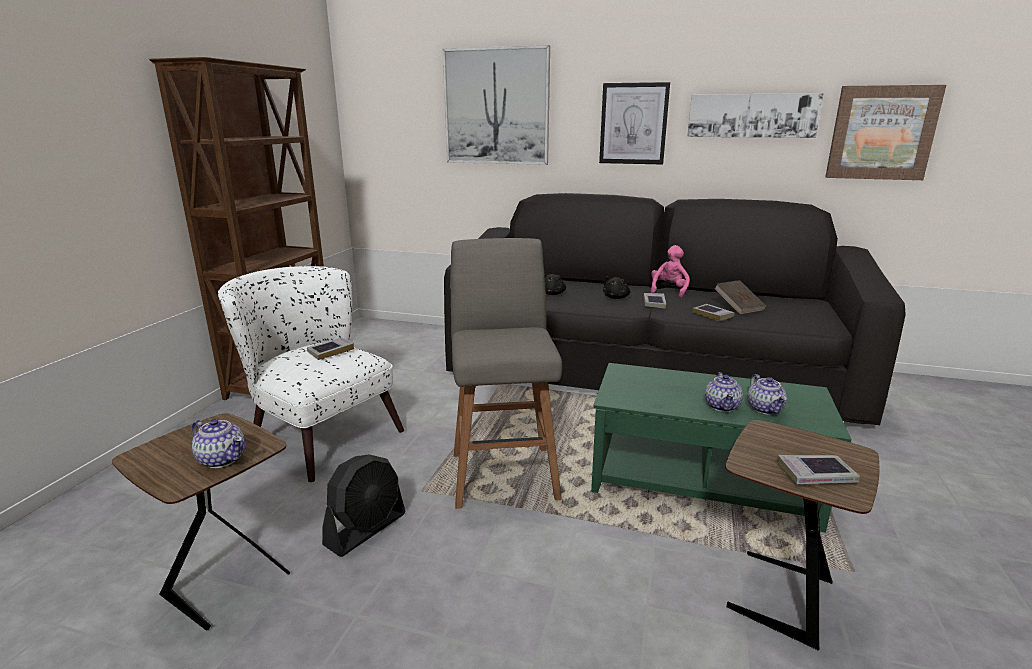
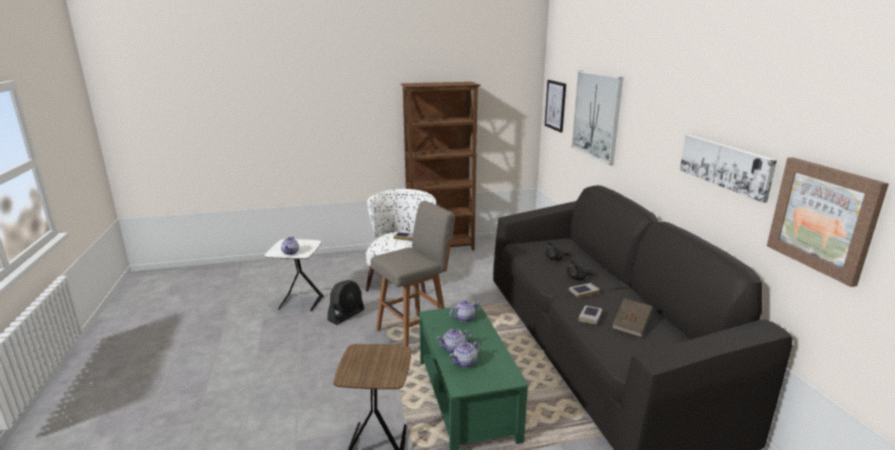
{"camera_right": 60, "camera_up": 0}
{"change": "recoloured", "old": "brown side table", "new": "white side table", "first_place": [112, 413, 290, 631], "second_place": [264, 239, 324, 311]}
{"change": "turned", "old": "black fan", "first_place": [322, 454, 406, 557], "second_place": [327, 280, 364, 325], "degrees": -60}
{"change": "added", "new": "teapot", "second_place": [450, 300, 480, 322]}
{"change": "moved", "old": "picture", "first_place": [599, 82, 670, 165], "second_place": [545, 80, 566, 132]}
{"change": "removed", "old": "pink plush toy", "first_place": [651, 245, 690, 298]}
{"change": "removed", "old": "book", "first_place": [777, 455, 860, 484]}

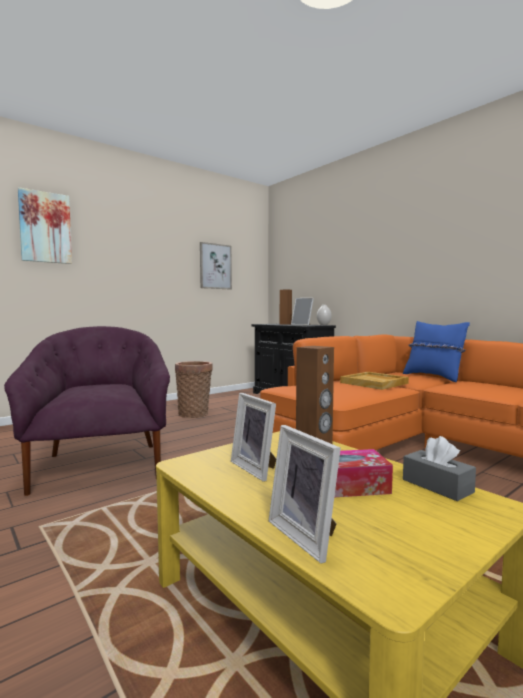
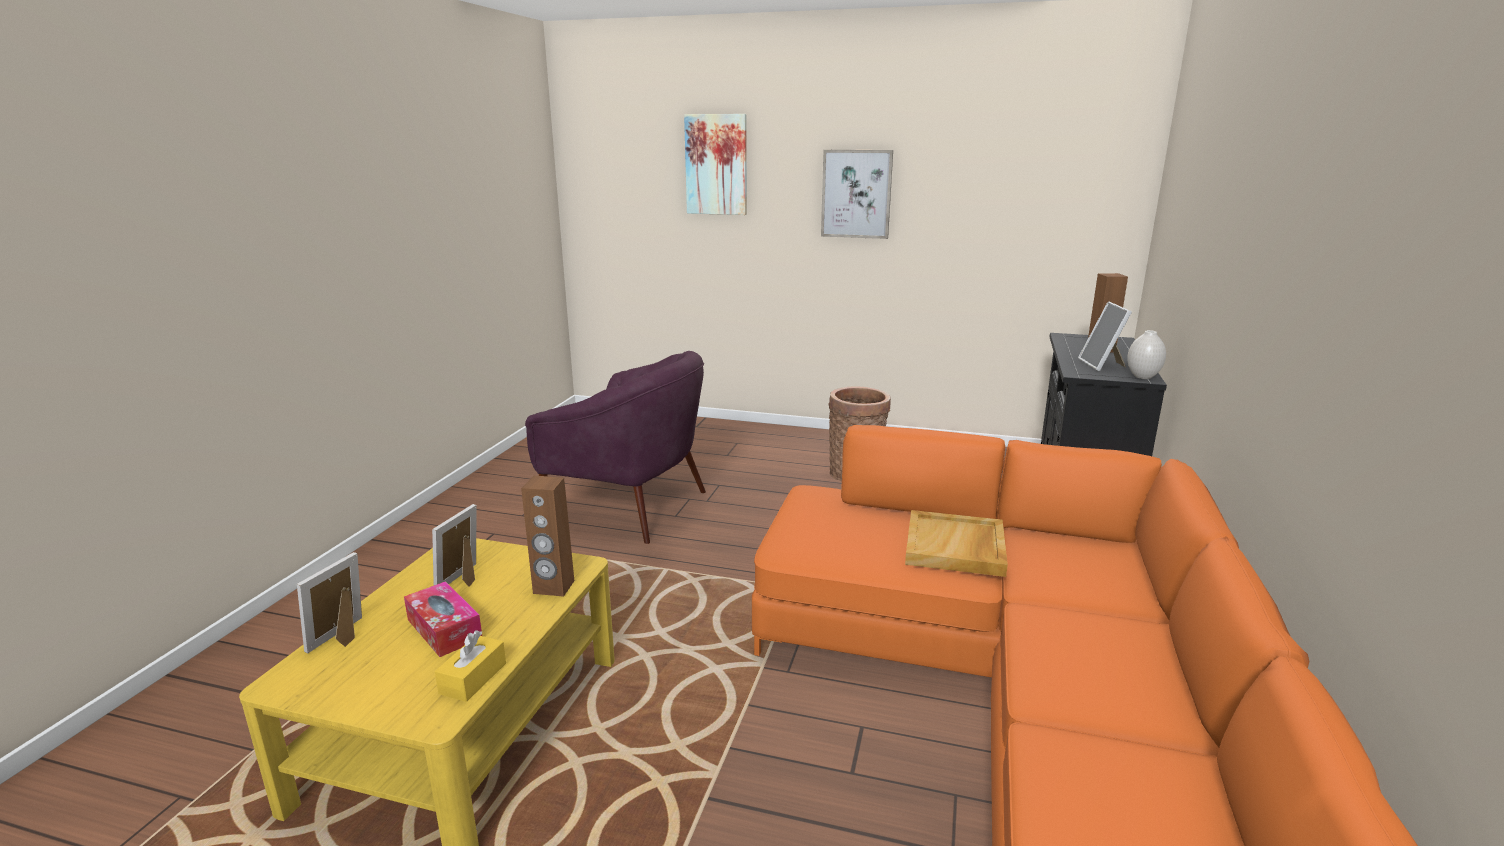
{"camera_right": 55, "camera_up": 15}
{"change": "recoloured", "old": "grey tissue box", "new": "yellow tissue box", "first_place": [403, 436, 476, 501], "second_place": [435, 630, 506, 702]}
{"change": "turned", "old": "purple armchair", "first_place": [4, 326, 170, 496], "second_place": [525, 351, 706, 544], "degrees": 75}
{"change": "moved", "old": "picture", "first_place": [200, 242, 232, 289], "second_place": [821, 150, 893, 239]}
{"change": "removed", "old": "blue pillow", "first_place": [403, 321, 470, 382]}

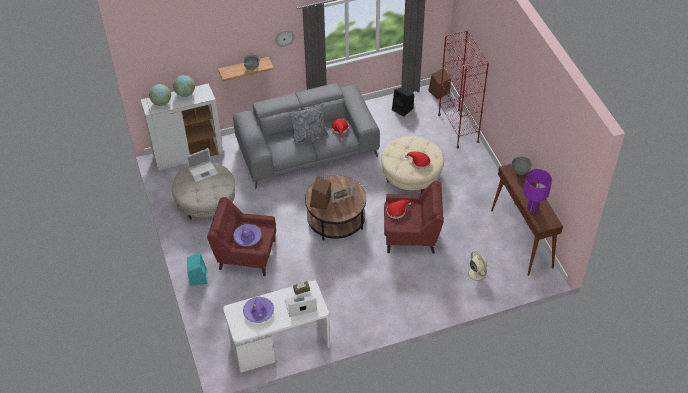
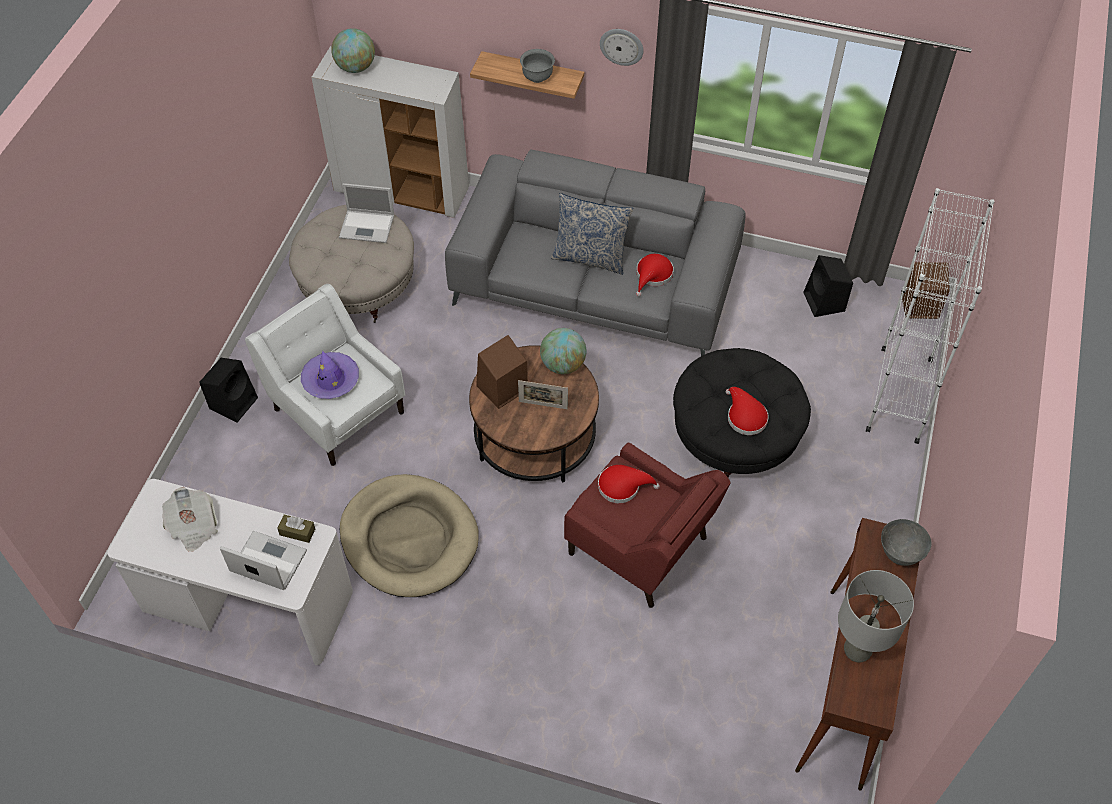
{"camera_right": 35, "camera_up": 5}
{"change": "replaced", "old": "purple hat", "new": "newspaper", "first_place": [243, 297, 274, 323], "second_place": [162, 487, 218, 552]}
{"change": "recoloured", "old": "turquoise speaker", "new": "black speaker", "first_place": [187, 252, 208, 286], "second_place": [199, 358, 258, 422]}
{"change": "recoloured", "old": "red armchair", "new": "white armchair", "first_place": [207, 197, 276, 276], "second_place": [245, 284, 406, 466]}
{"change": "added", "new": "beige dog bed", "second_place": [340, 474, 479, 597]}
{"change": "moved", "old": "globe", "first_place": [173, 75, 195, 97], "second_place": [540, 328, 586, 374]}
{"change": "recoloured", "old": "beige ottoman", "new": "black ottoman", "first_place": [381, 136, 444, 192], "second_place": [673, 348, 811, 478]}
{"change": "recoloured", "old": "purple table lamp", "new": "grey table lamp", "first_place": [523, 169, 552, 213], "second_place": [838, 570, 914, 662]}
{"change": "recoloured", "old": "red bookcase", "new": "white bookcase", "first_place": [438, 30, 489, 149], "second_place": [866, 188, 995, 444]}
{"change": "removed", "old": "beige fan", "first_place": [463, 251, 490, 285]}

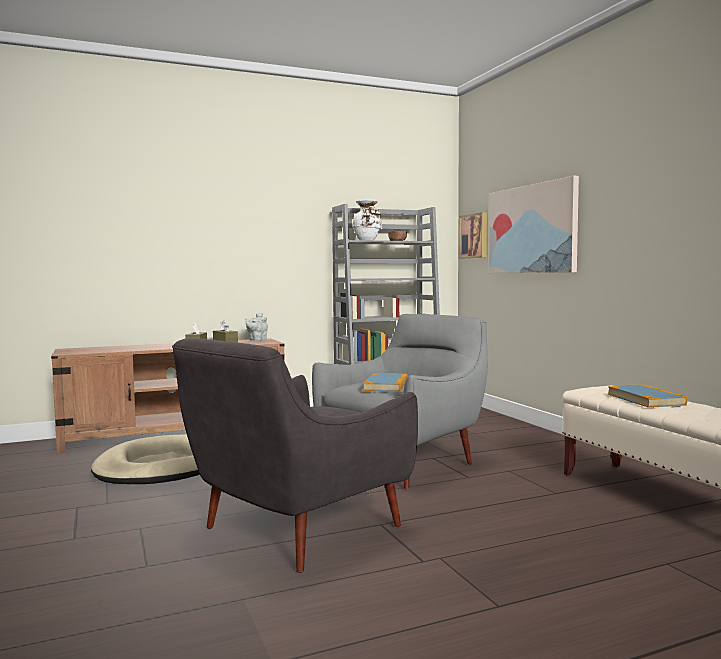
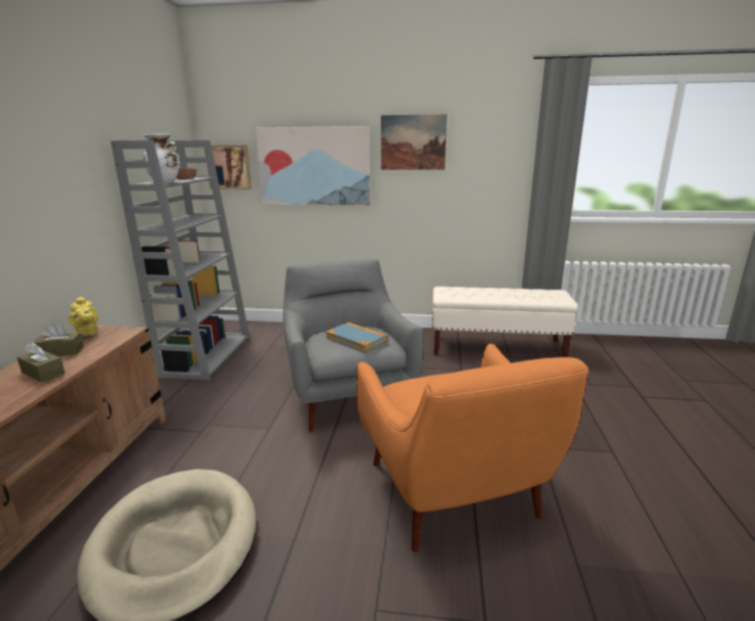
{"camera_right": -60, "camera_up": 15}
{"change": "recoloured", "old": "grey teapot", "new": "yellow teapot", "first_place": [246, 313, 268, 341], "second_place": [68, 296, 99, 336]}
{"change": "recoloured", "old": "grey armchair", "new": "orange armchair", "first_place": [172, 338, 418, 573], "second_place": [357, 344, 588, 552]}
{"change": "added", "new": "picture", "second_place": [381, 114, 447, 170]}
{"change": "removed", "old": "book", "first_place": [608, 384, 687, 408]}

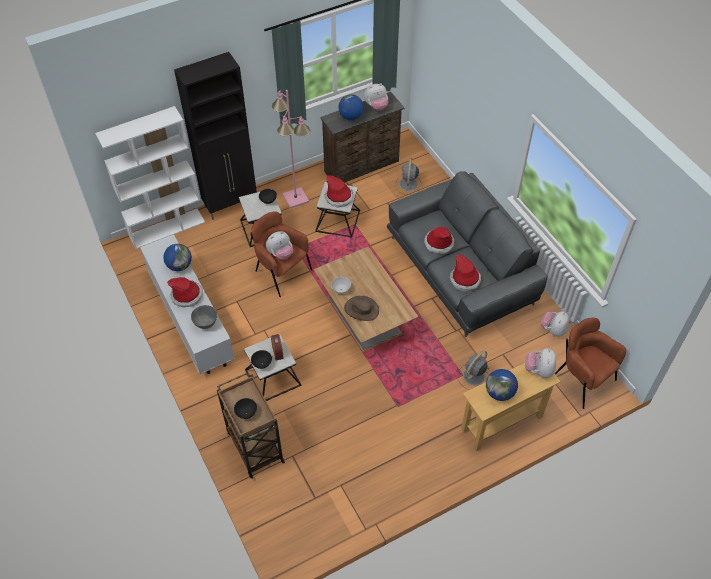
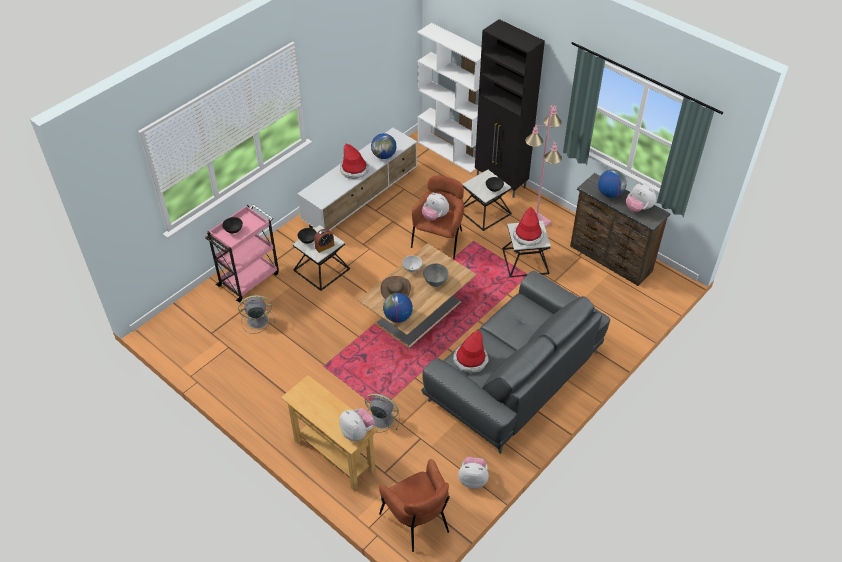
{"camera_right": 70, "camera_up": -5}
{"change": "recoloured", "old": "brown cart", "new": "pink cart", "first_place": [217, 372, 285, 479], "second_place": [205, 205, 279, 303]}
{"change": "moved", "old": "grey fan", "first_place": [395, 158, 422, 195], "second_place": [238, 295, 276, 334]}
{"change": "turned", "old": "plush toy", "first_place": [525, 348, 556, 378], "second_place": [339, 408, 375, 441], "degrees": 60}
{"change": "turned", "old": "brown armchair", "first_place": [555, 318, 627, 409], "second_place": [379, 459, 450, 552], "degrees": 120}
{"change": "moved", "old": "globe", "first_place": [486, 369, 518, 401], "second_place": [383, 293, 413, 323]}
{"change": "moved", "old": "grey bowl", "first_place": [191, 305, 217, 329], "second_place": [423, 263, 449, 287]}
{"change": "removed", "old": "hat", "first_place": [424, 227, 454, 254]}

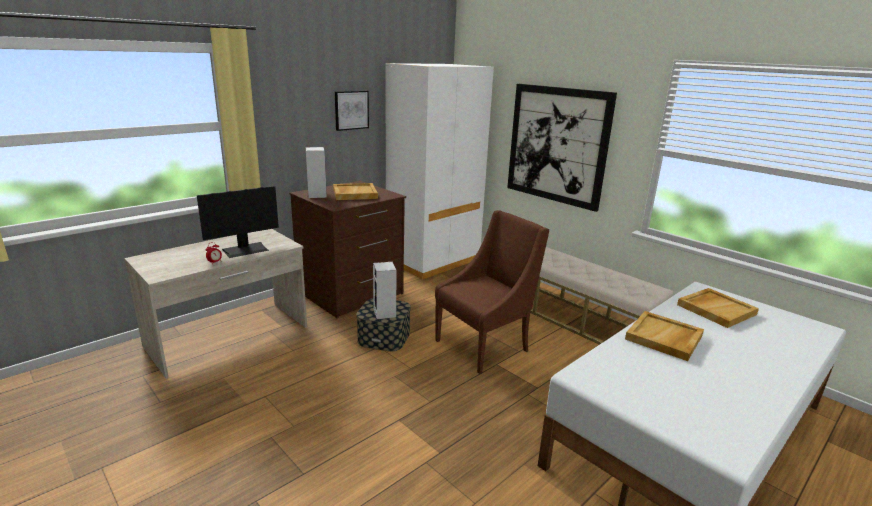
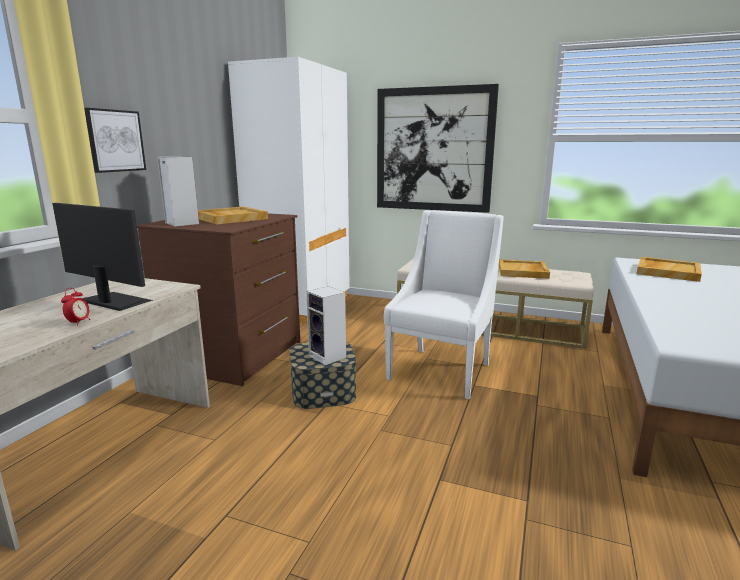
{"camera_right": -25, "camera_up": -5}
{"change": "turned", "old": "monitor", "first_place": [197, 186, 279, 258], "second_place": [52, 203, 153, 311], "degrees": -90}
{"change": "moved", "old": "picture", "first_place": [335, 91, 369, 131], "second_place": [84, 108, 146, 173]}
{"change": "recoloured", "old": "brown armchair", "new": "white armchair", "first_place": [435, 210, 549, 374], "second_place": [384, 210, 504, 400]}
{"change": "moved", "old": "beige tray", "first_place": [625, 311, 704, 361], "second_place": [499, 259, 550, 279]}

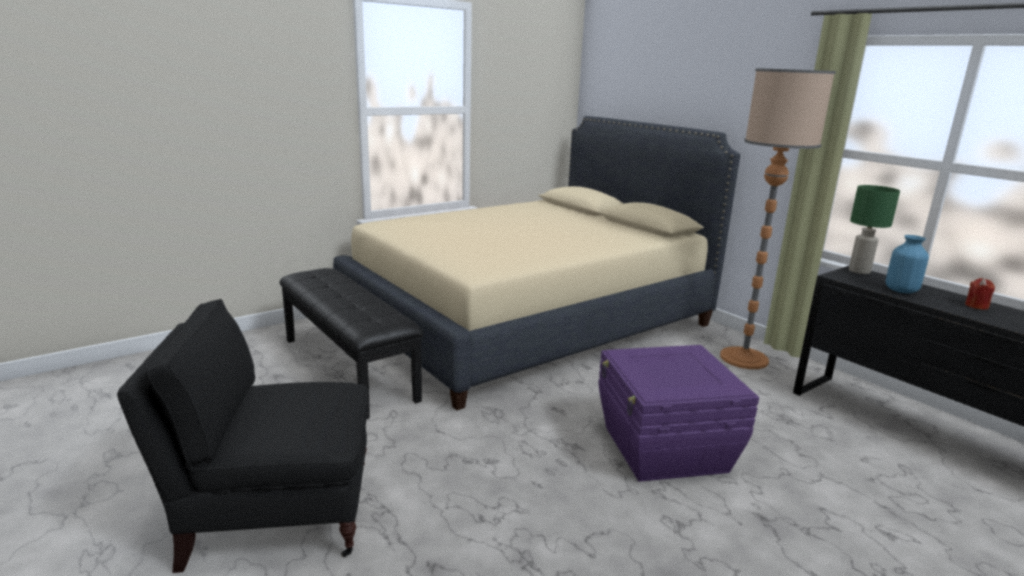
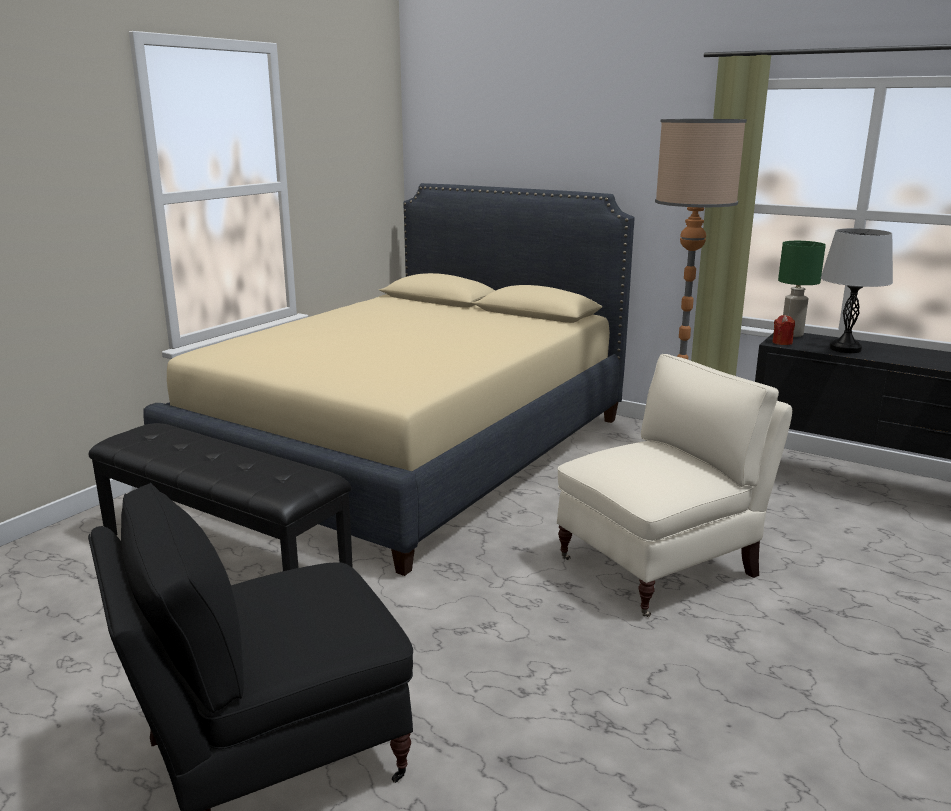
{"camera_right": -20, "camera_up": 0}
{"change": "replaced", "old": "purple storage box", "new": "beige armchair", "first_place": [599, 345, 759, 482], "second_place": [557, 354, 792, 617]}
{"change": "moved", "old": "red candle", "first_place": [965, 278, 995, 310], "second_place": [773, 315, 795, 345]}
{"change": "replaced", "old": "blue vase", "new": "grey table lamp", "first_place": [886, 235, 929, 293], "second_place": [821, 228, 893, 353]}

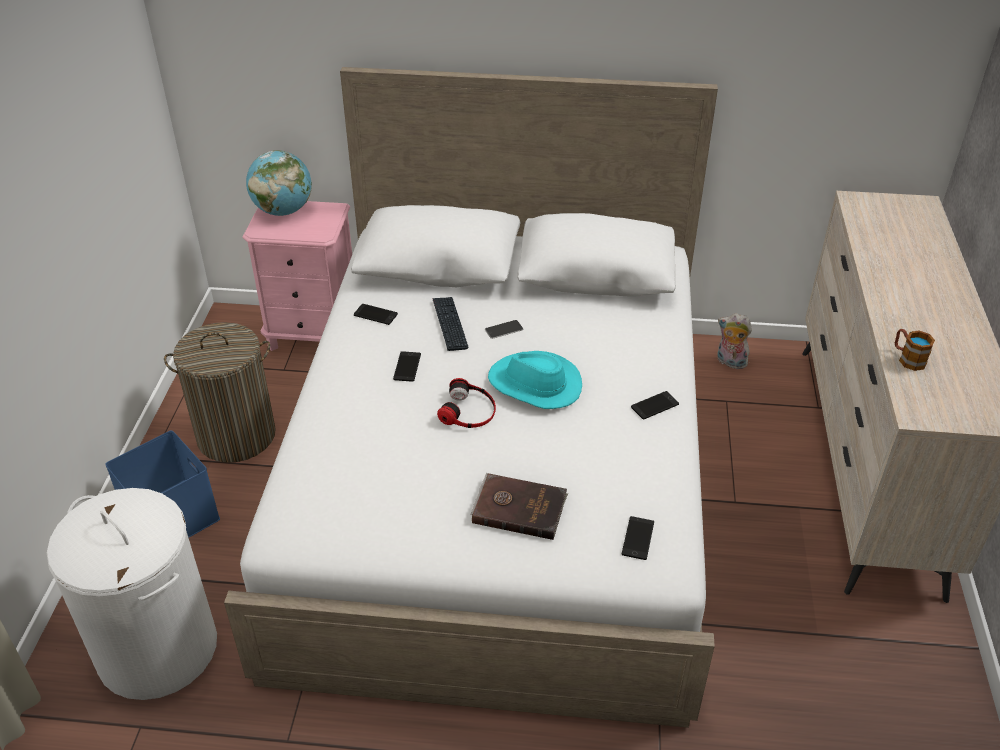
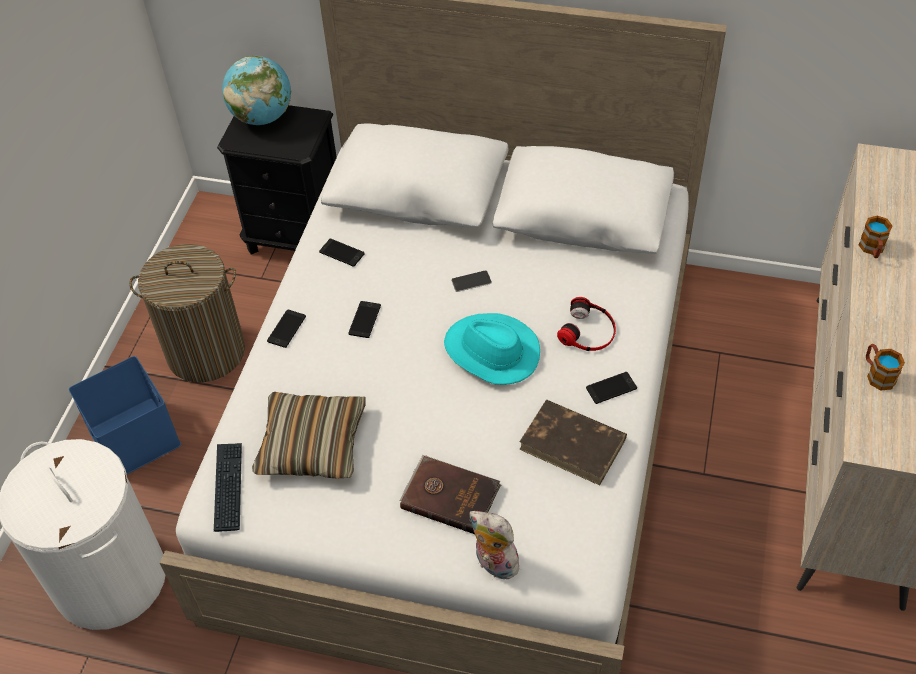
{"camera_right": 10, "camera_up": 10}
{"change": "moved", "old": "keyboard", "first_place": [432, 297, 469, 351], "second_place": [214, 443, 242, 532]}
{"change": "recoloured", "old": "pink nightstand", "new": "black nightstand", "first_place": [242, 201, 352, 351], "second_place": [217, 105, 337, 255]}
{"change": "added", "new": "pillow", "second_place": [252, 392, 366, 478]}
{"change": "moved", "old": "phone", "first_place": [622, 516, 654, 560], "second_place": [267, 310, 306, 348]}
{"change": "moved", "old": "plush toy", "first_place": [717, 313, 752, 369], "second_place": [470, 511, 519, 580]}
{"change": "added", "new": "brown book", "second_place": [519, 400, 627, 486]}
{"change": "moved", "old": "headphones", "first_place": [437, 378, 496, 428], "second_place": [557, 297, 616, 351]}
{"change": "added", "new": "mug", "second_place": [859, 216, 893, 258]}

